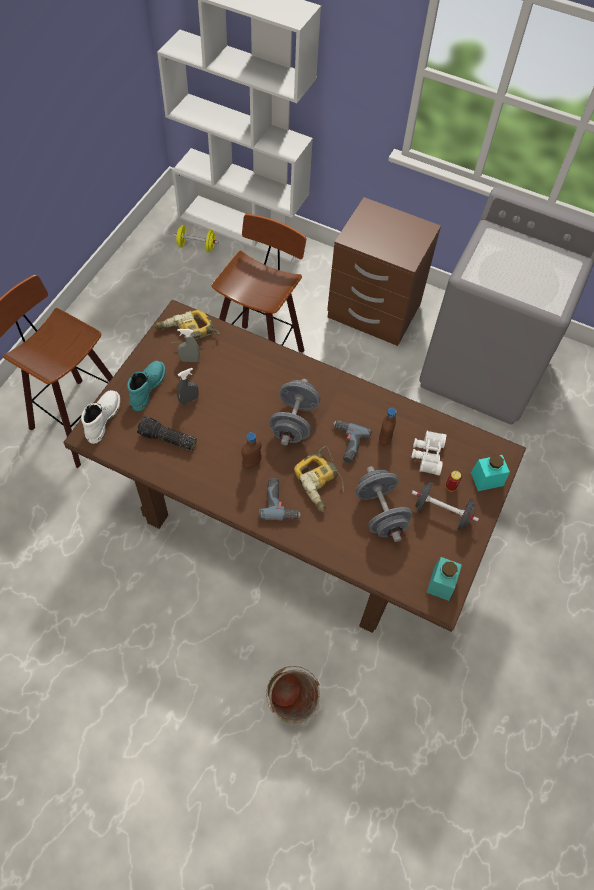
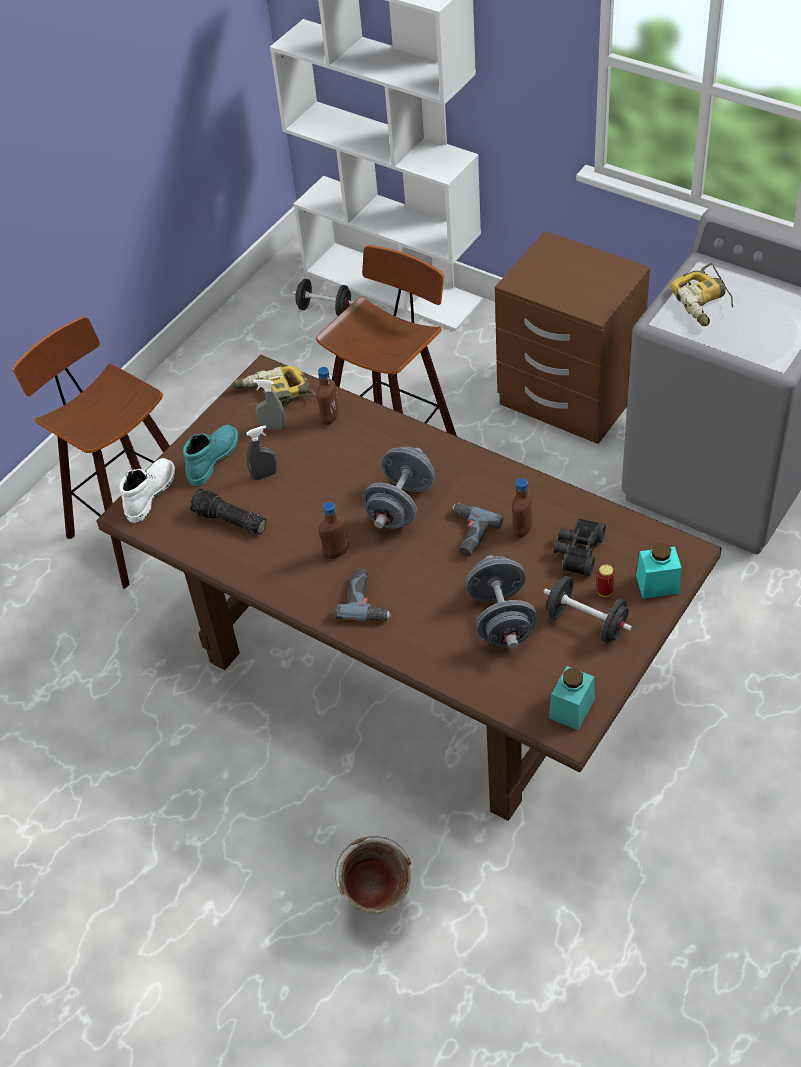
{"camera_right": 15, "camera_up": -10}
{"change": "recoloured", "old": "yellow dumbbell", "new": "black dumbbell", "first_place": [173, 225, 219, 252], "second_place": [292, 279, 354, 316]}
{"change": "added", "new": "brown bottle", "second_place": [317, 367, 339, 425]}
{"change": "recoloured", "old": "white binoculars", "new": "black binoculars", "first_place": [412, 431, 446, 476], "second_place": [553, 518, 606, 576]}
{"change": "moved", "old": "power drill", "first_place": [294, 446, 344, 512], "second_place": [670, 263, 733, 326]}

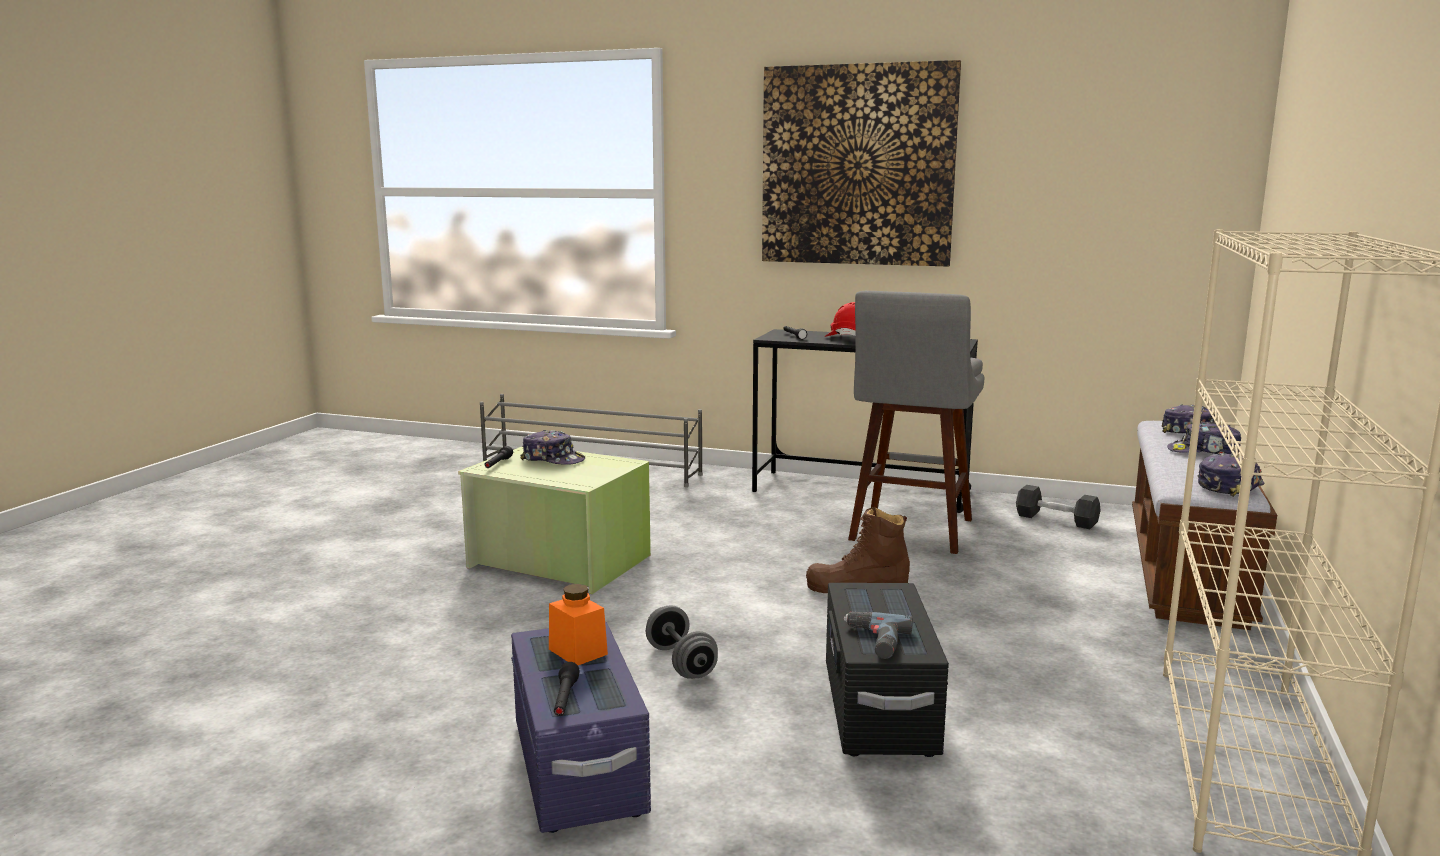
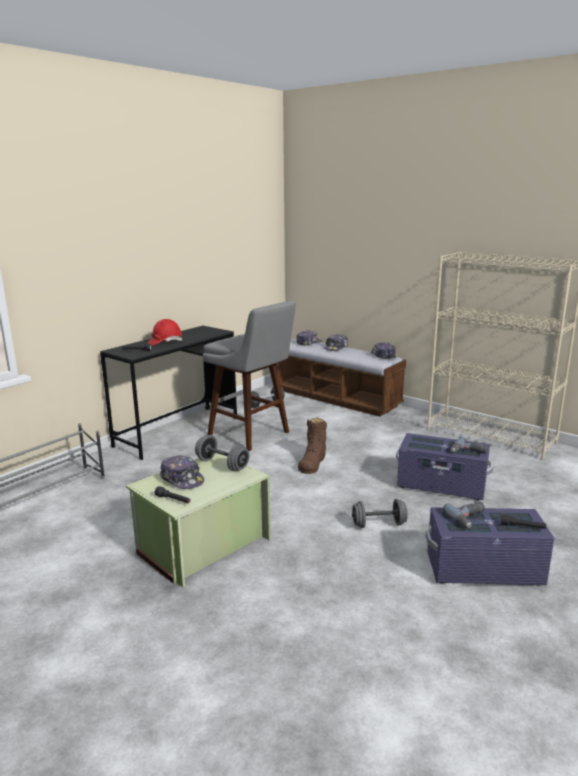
{"camera_right": -70, "camera_up": 5}
{"change": "turned", "old": "cap", "first_place": [520, 430, 585, 465], "second_place": [160, 455, 204, 489], "degrees": 90}
{"change": "added", "new": "grey dumbbell", "second_place": [195, 435, 249, 471]}
{"change": "recoloured", "old": "black storage box", "new": "purple storage box", "first_place": [826, 583, 949, 757], "second_place": [396, 433, 493, 501]}
{"change": "replaced", "old": "orange jar", "new": "power drill", "first_place": [549, 584, 608, 665], "second_place": [443, 502, 485, 528]}
{"change": "removed", "old": "picture", "first_place": [762, 60, 961, 267]}

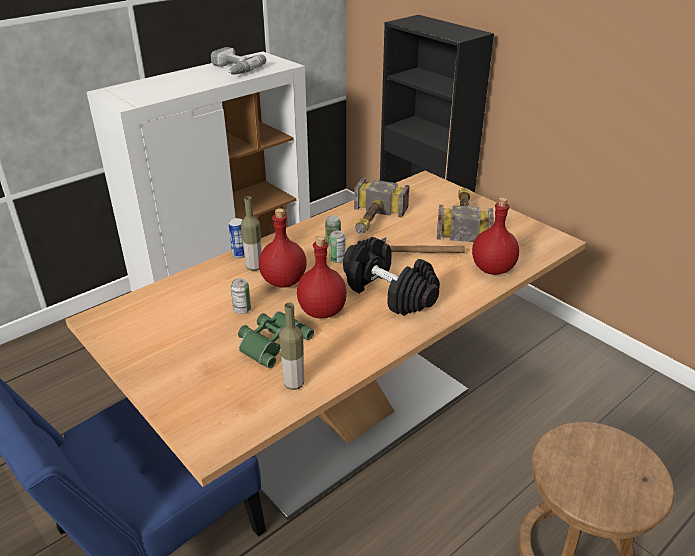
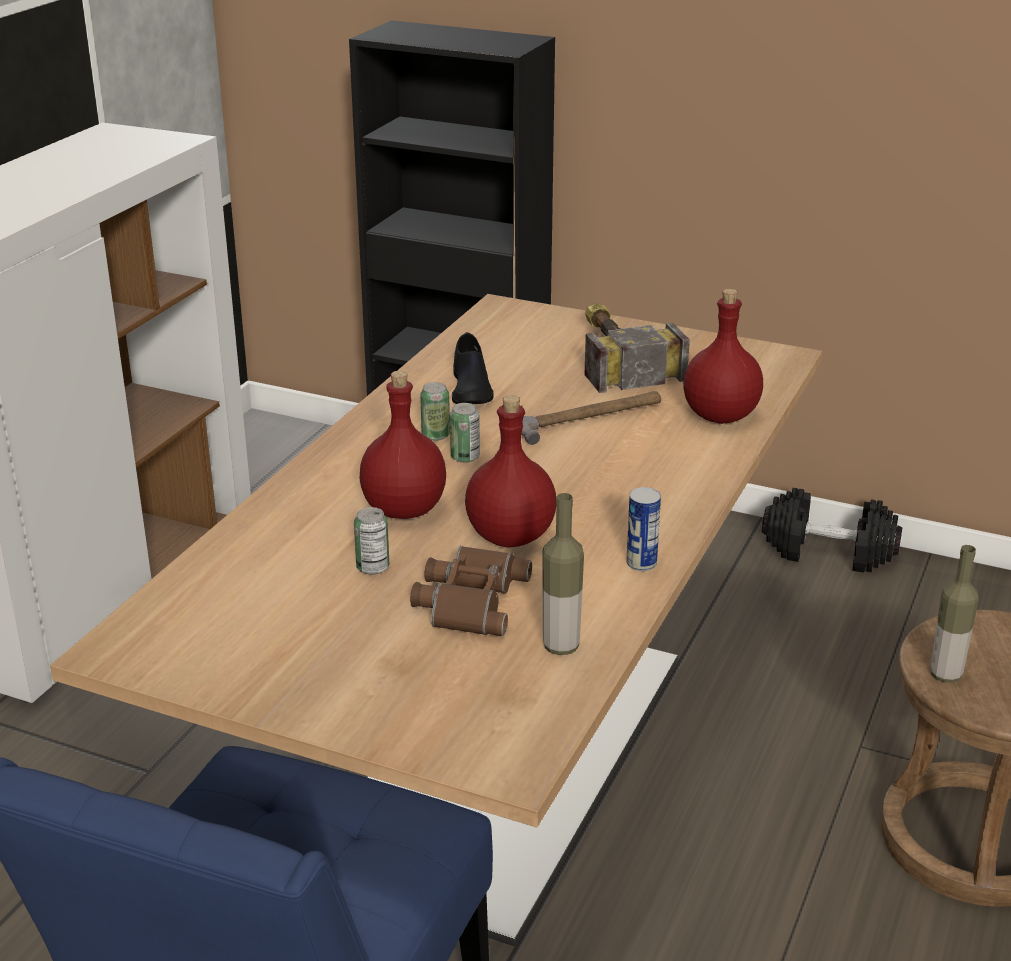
{"camera_right": -25, "camera_up": -5}
{"change": "recoloured", "old": "green binoculars", "new": "brown binoculars", "first_place": [238, 311, 314, 368], "second_place": [410, 546, 532, 636]}
{"change": "replaced", "old": "hammer", "new": "black shoe", "first_place": [354, 178, 410, 234], "second_place": [452, 332, 494, 404]}
{"change": "moved", "old": "can", "first_place": [228, 218, 245, 258], "second_place": [626, 487, 661, 571]}
{"change": "moved", "old": "black dumbbell", "first_place": [343, 237, 440, 316], "second_place": [762, 488, 902, 573]}
{"change": "moved", "old": "bottle", "first_place": [241, 196, 262, 271], "second_place": [930, 545, 979, 683]}
{"change": "removed", "old": "power drill", "first_place": [211, 47, 266, 75]}

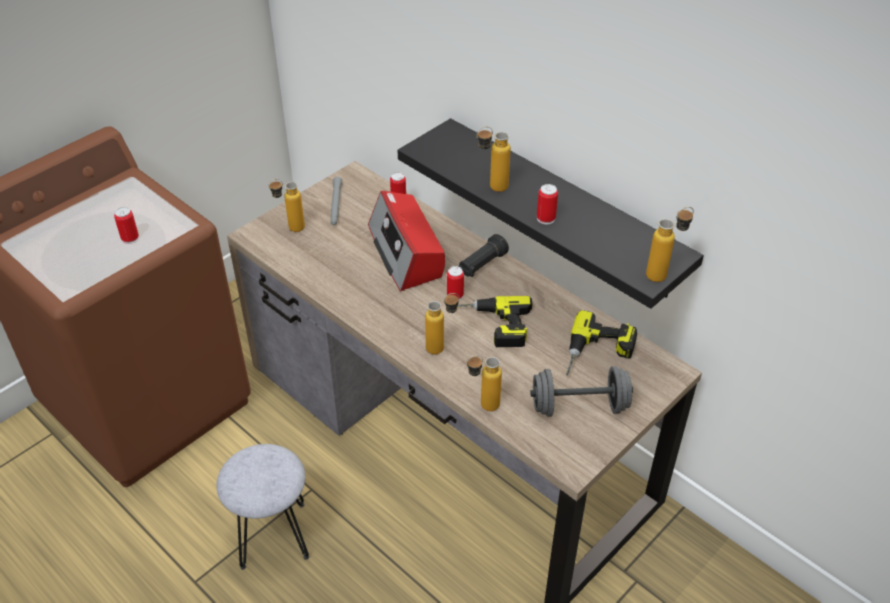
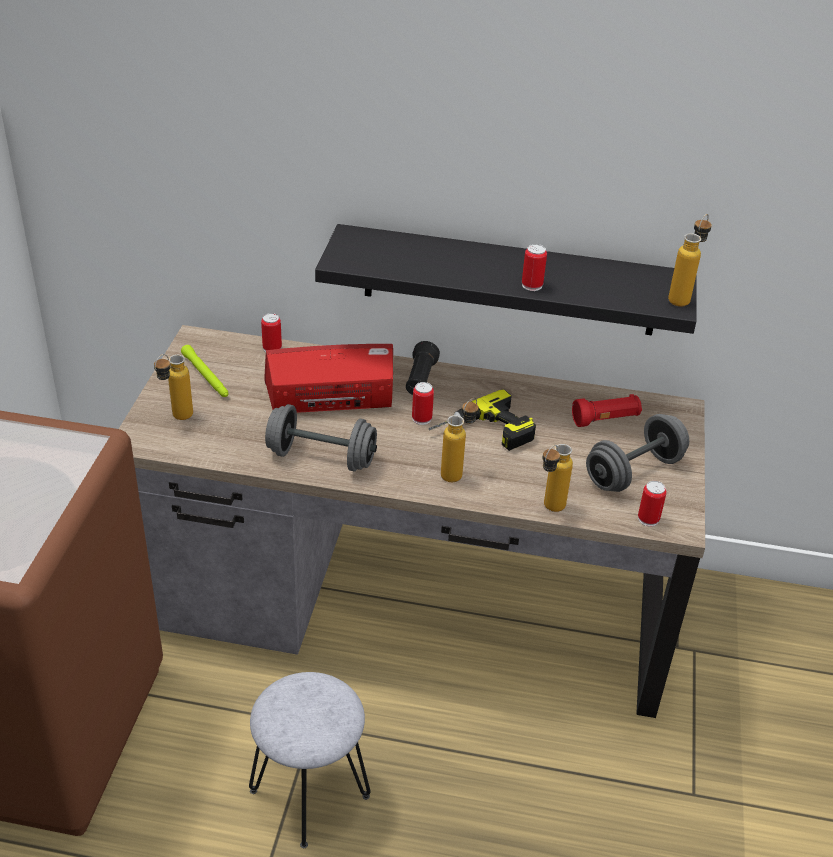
{"camera_right": -35, "camera_up": -5}
{"change": "recoloured", "old": "grey flashlight", "new": "green flashlight", "first_place": [331, 177, 342, 225], "second_place": [181, 345, 228, 397]}
{"change": "turned", "old": "radio", "first_place": [368, 191, 445, 292], "second_place": [264, 344, 393, 413], "degrees": 135}
{"change": "added", "new": "grey dumbbell", "second_place": [265, 404, 377, 471]}
{"change": "replaced", "old": "power drill", "new": "red flashlight", "first_place": [566, 310, 637, 375], "second_place": [572, 394, 642, 427]}
{"change": "moved", "old": "can", "first_place": [114, 207, 139, 244], "second_place": [638, 481, 667, 527]}
{"change": "removed", "old": "bottle", "first_place": [477, 126, 511, 192]}

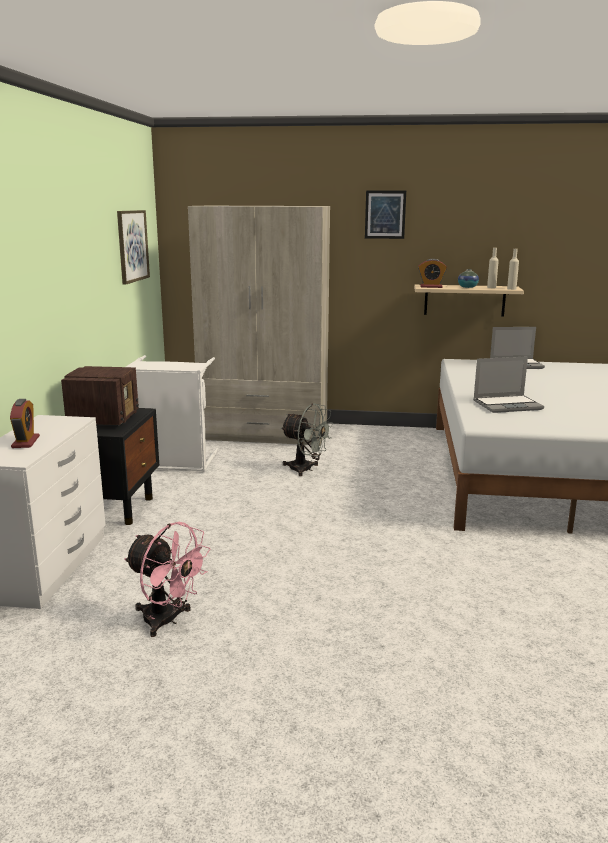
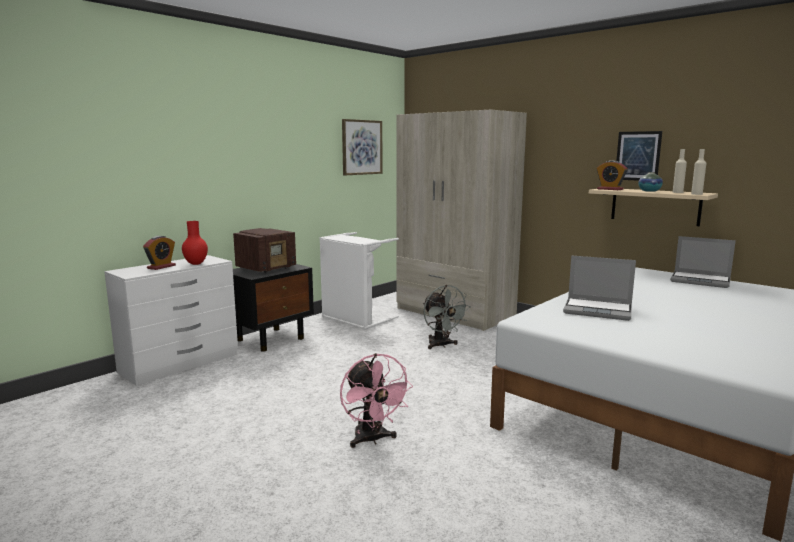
{"camera_right": 35, "camera_up": -5}
{"change": "added", "new": "red vase", "second_place": [182, 221, 208, 265]}
{"change": "moved", "old": "pink fan", "first_place": [124, 522, 211, 637], "second_place": [340, 353, 413, 448]}
{"change": "moved", "old": "picture", "first_place": [365, 191, 406, 239], "second_place": [616, 131, 662, 181]}

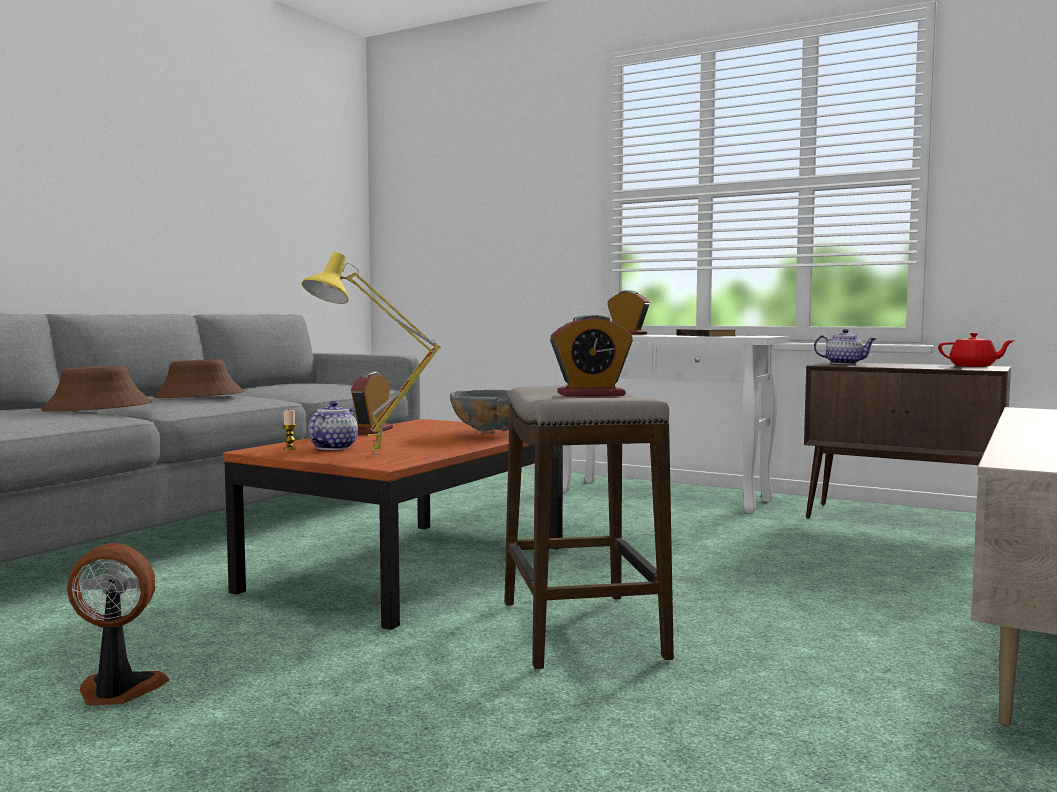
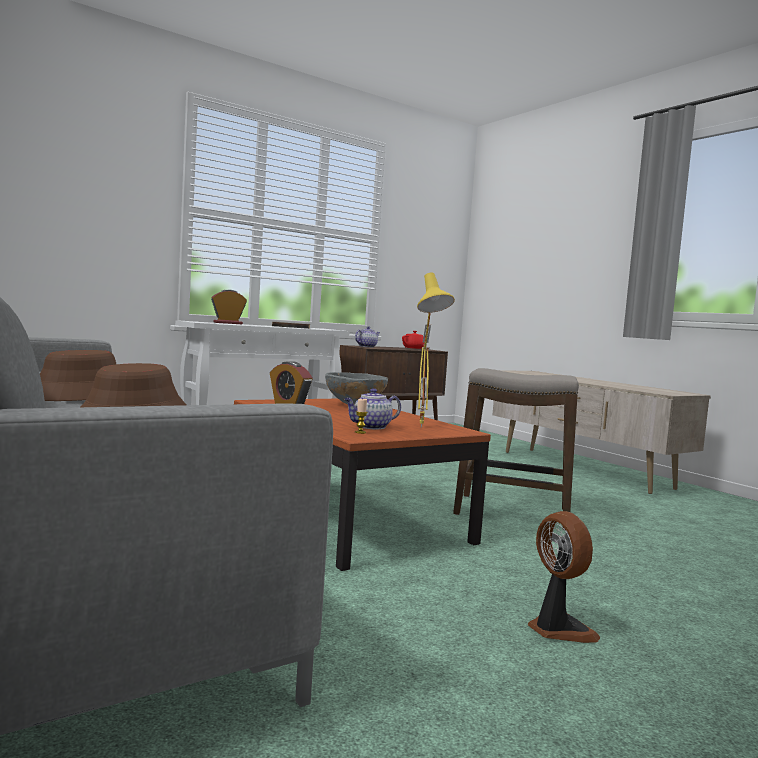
{"camera_right": -65, "camera_up": 0}
{"change": "turned", "old": "teapot", "first_place": [308, 401, 358, 450], "second_place": [344, 388, 401, 429], "degrees": -75}
{"change": "turned", "old": "fan", "first_place": [67, 543, 170, 706], "second_place": [528, 511, 600, 643], "degrees": 135}
{"change": "removed", "old": "alarm clock", "first_place": [550, 315, 633, 397]}

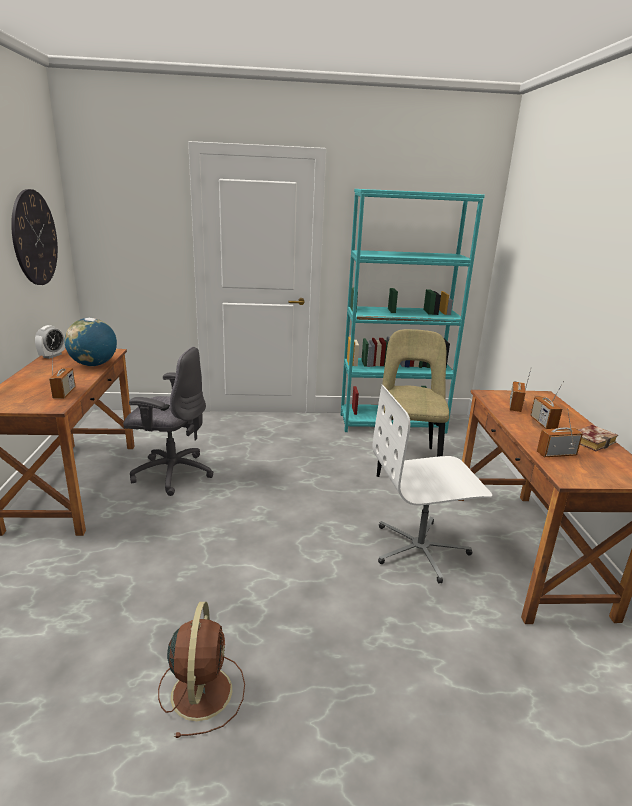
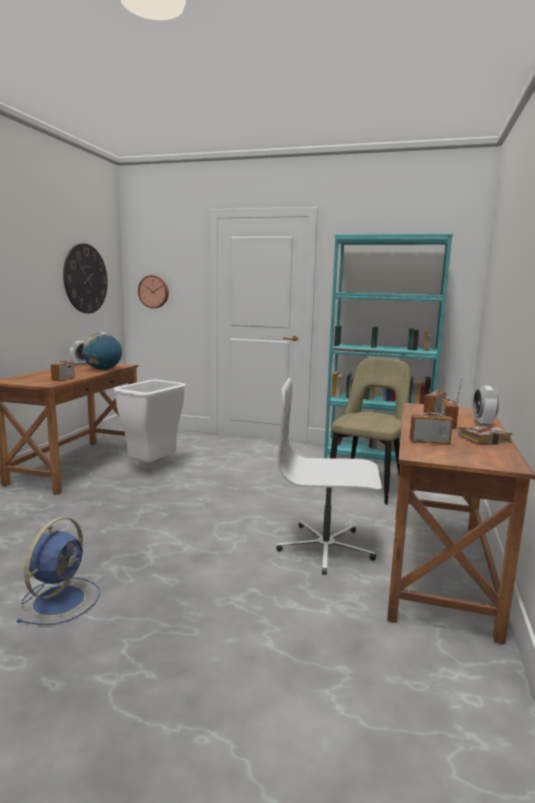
{"camera_right": 20, "camera_up": -10}
{"change": "recoloured", "old": "brown fan", "new": "blue fan", "first_place": [158, 602, 245, 738], "second_place": [17, 517, 100, 625]}
{"change": "replaced", "old": "grey office chair", "new": "white trash can", "first_place": [123, 347, 214, 496], "second_place": [113, 379, 186, 463]}
{"change": "added", "new": "wall clock", "second_place": [138, 275, 169, 308]}
{"change": "added", "new": "alarm clock", "second_place": [473, 386, 499, 426]}

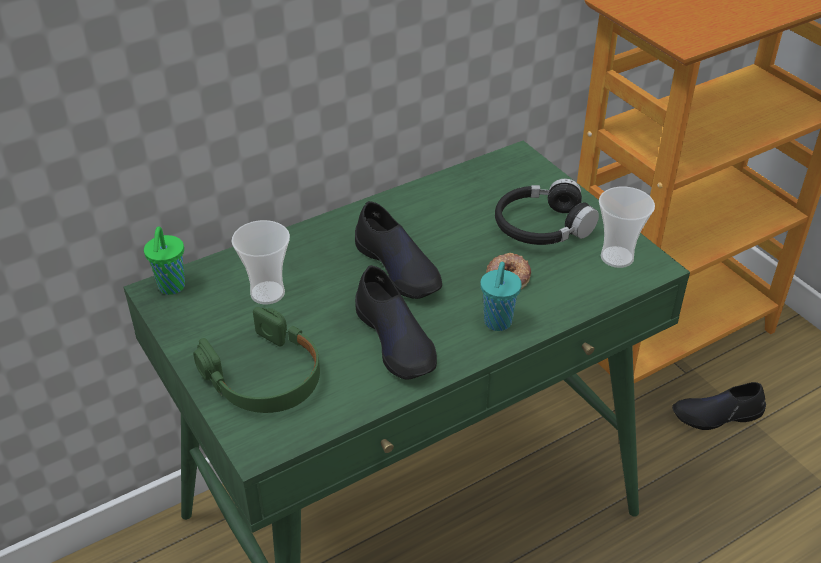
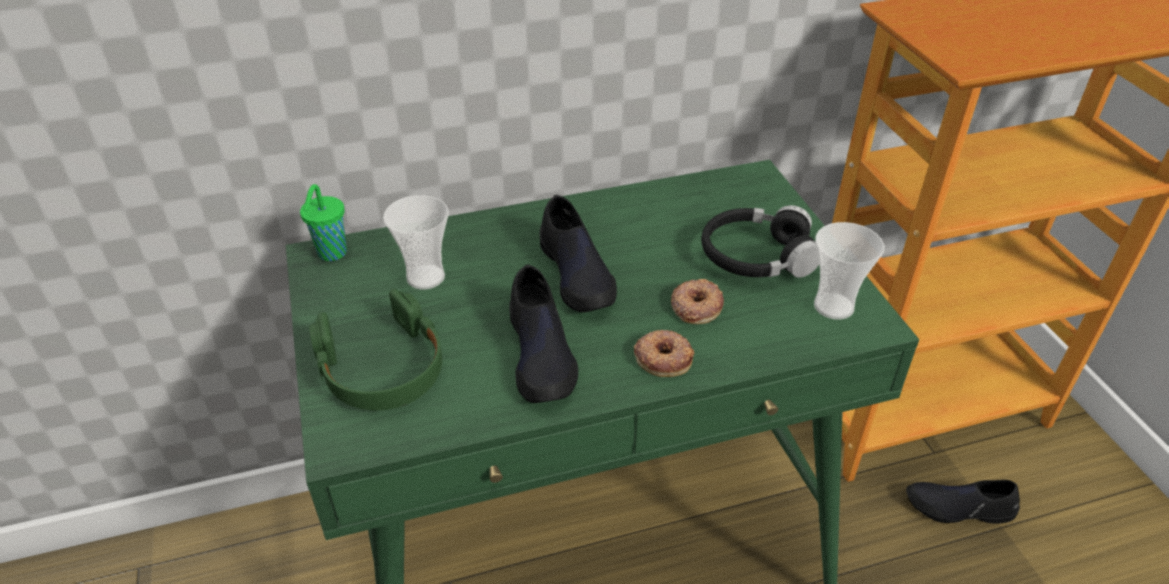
{"camera_right": 15, "camera_up": 0}
{"change": "replaced", "old": "turquoise cup", "new": "donut", "first_place": [480, 262, 522, 331], "second_place": [634, 330, 694, 377]}

